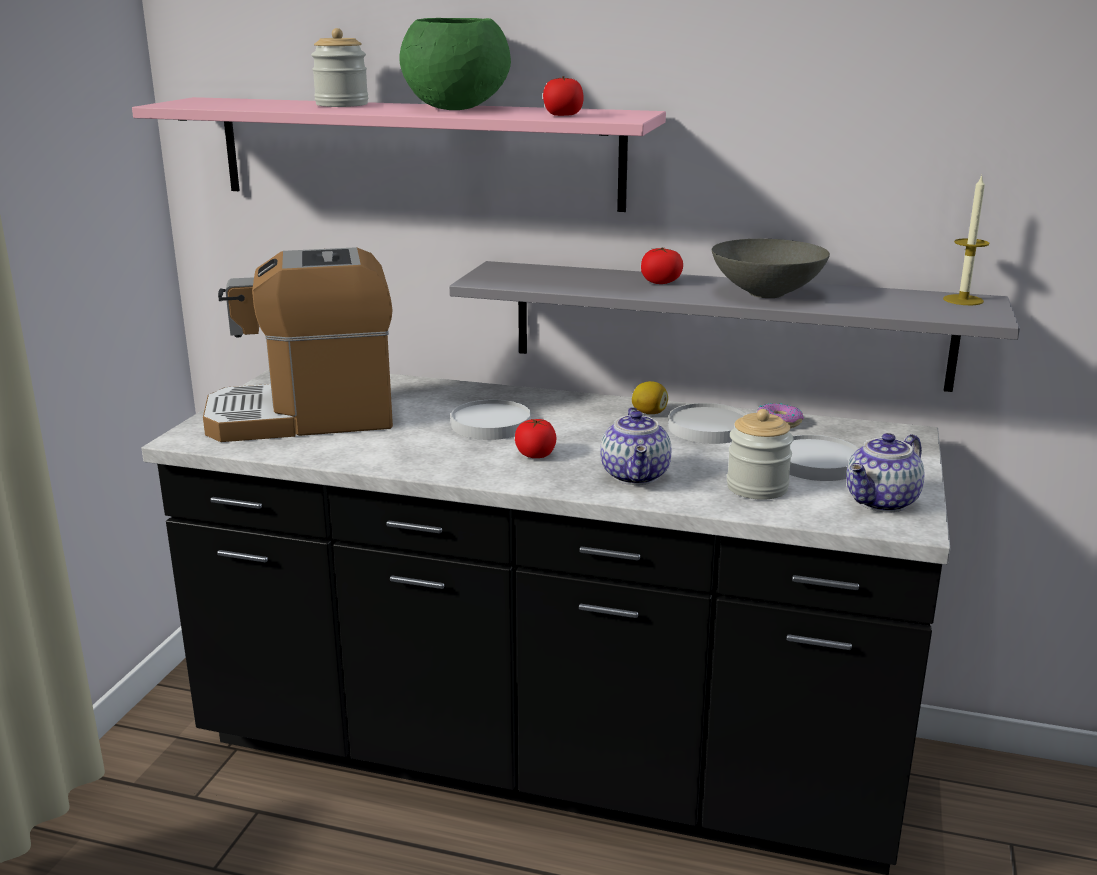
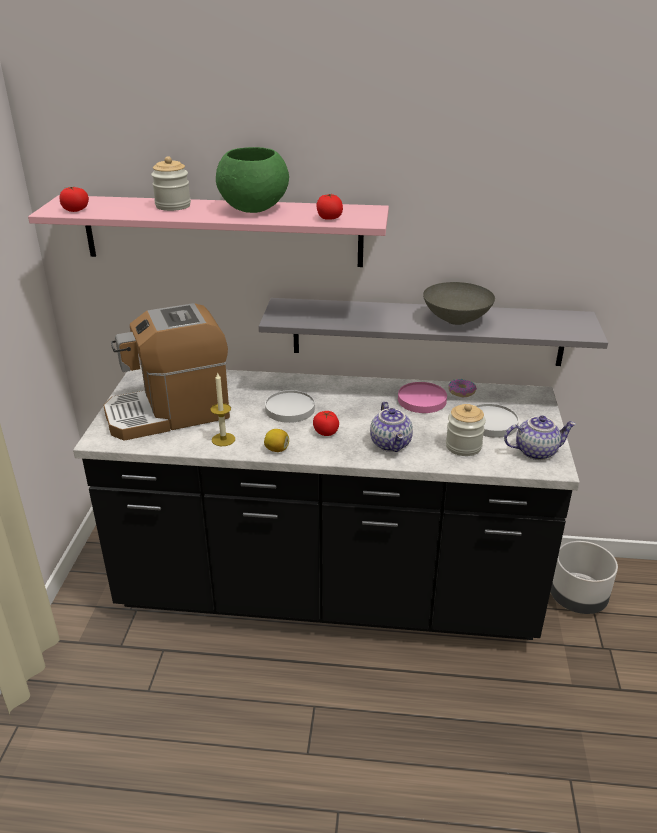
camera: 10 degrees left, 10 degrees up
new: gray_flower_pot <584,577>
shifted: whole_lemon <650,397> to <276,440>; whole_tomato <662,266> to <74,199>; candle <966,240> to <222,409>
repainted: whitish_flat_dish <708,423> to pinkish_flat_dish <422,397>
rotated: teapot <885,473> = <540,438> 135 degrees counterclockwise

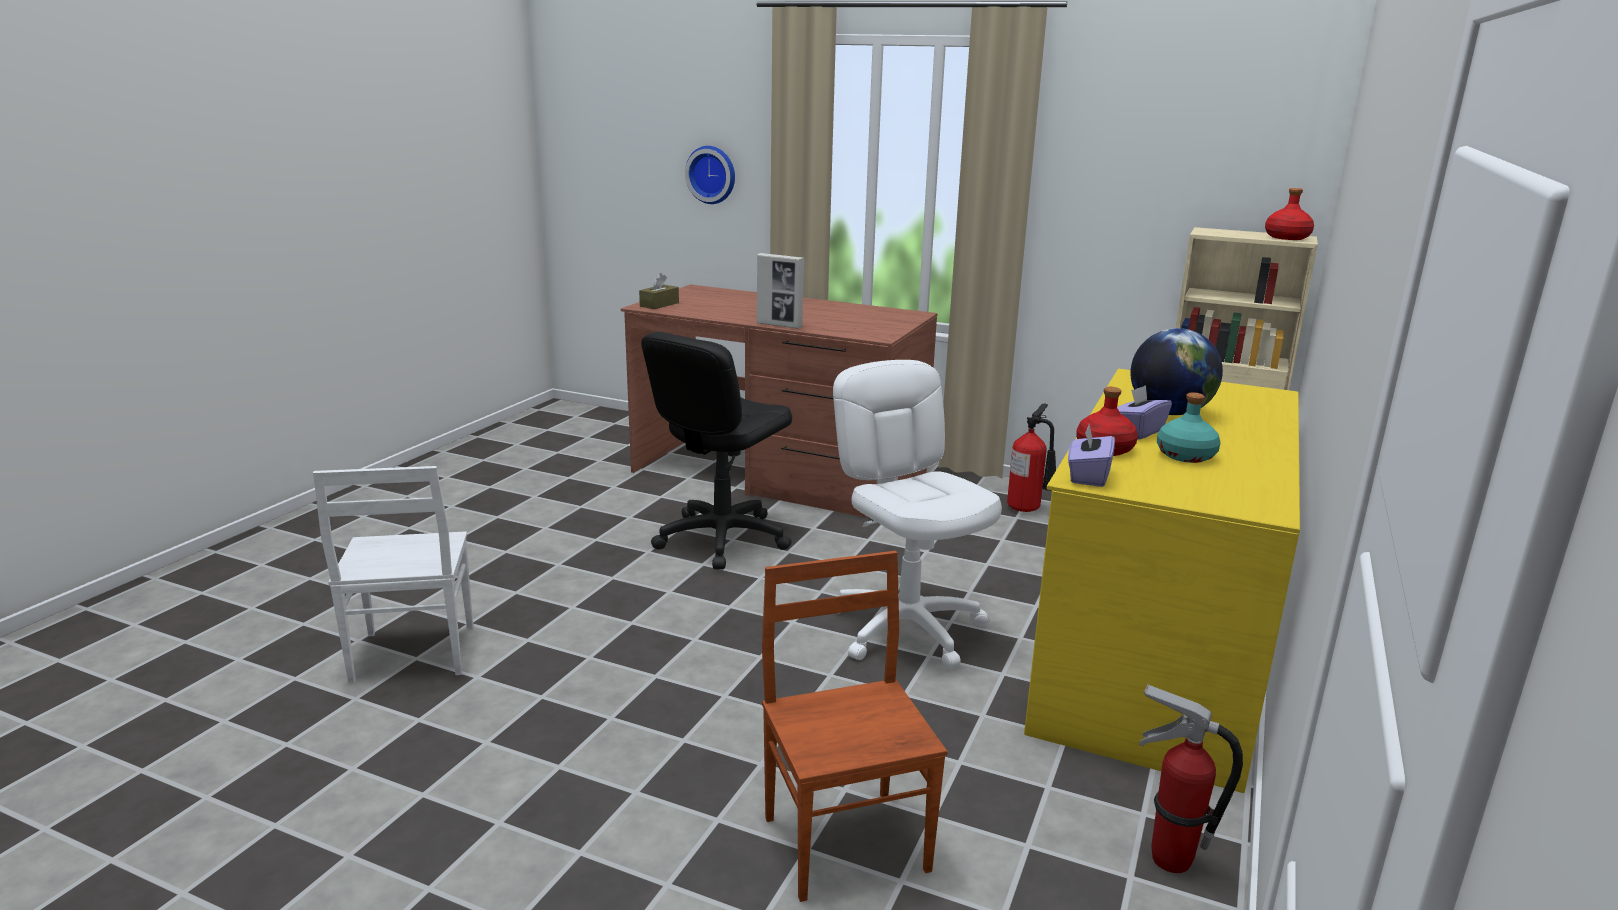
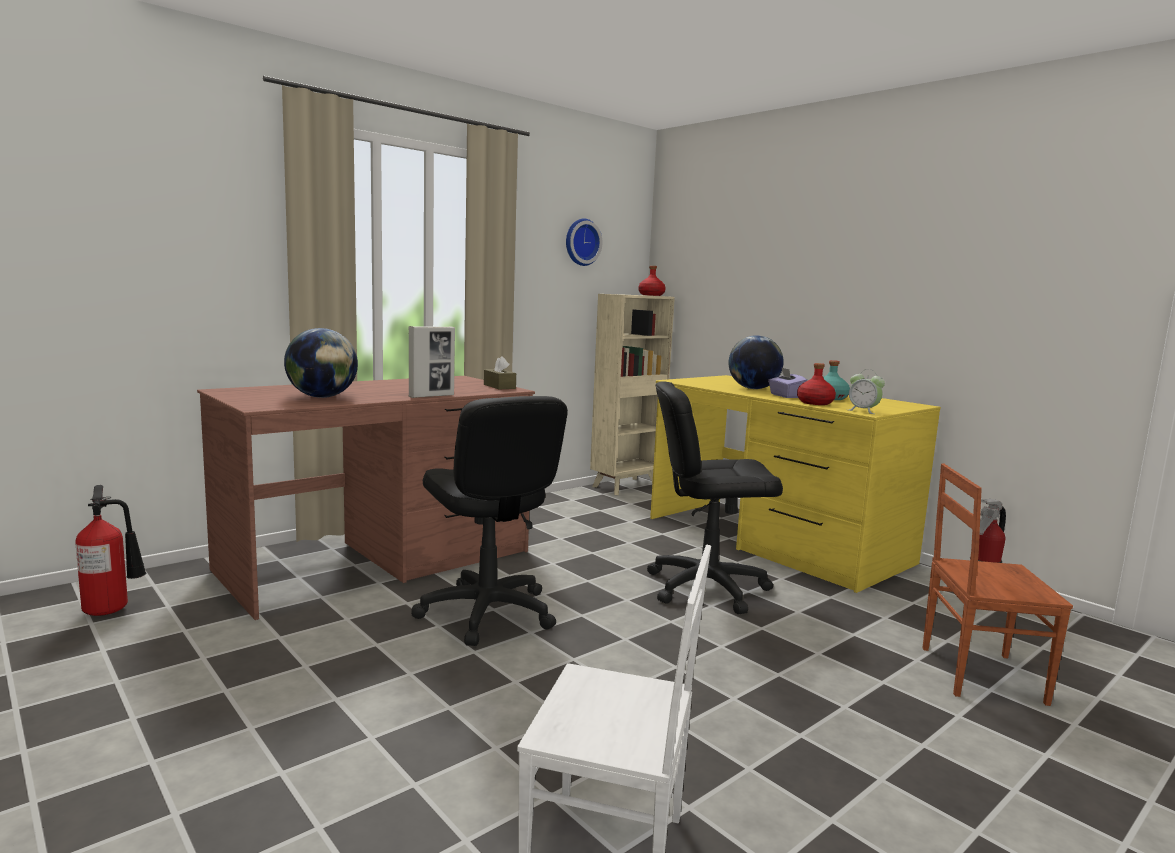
camera: 65 degrees left, 10 degrees down
new: globe <321,363>
shifted: brown-coloured_box_of_tissues <659,291> to <500,373>; clock_on_the_wall <710,175> to <584,242>; extinguisher <1031,458> to <110,550>
swapped: purplish_box_of_tissues <1091,455> to bedside_clock <867,391>
repainted: whitish_computer_chair <917,514> to black-coloured_computer_chair <715,497>

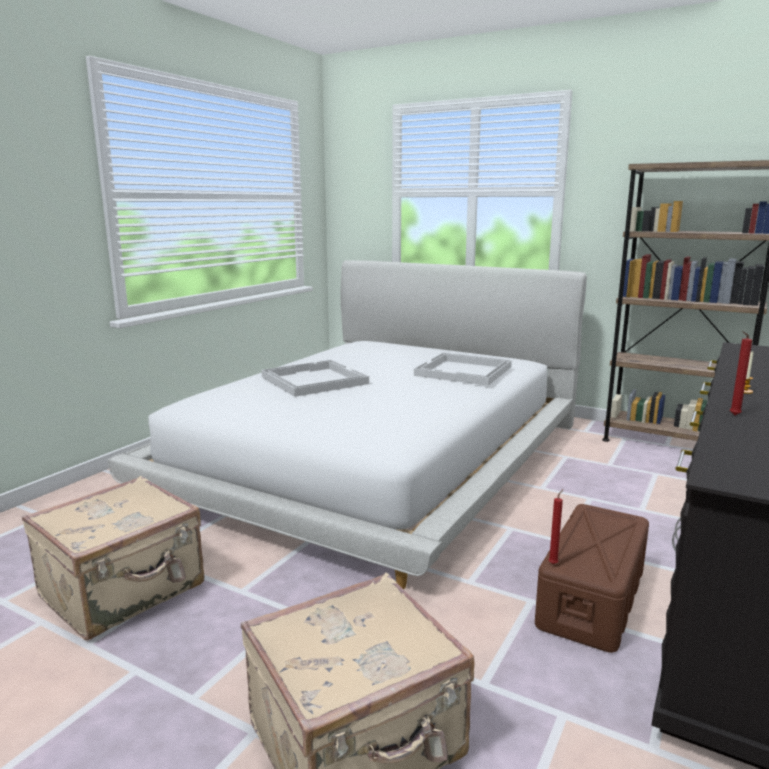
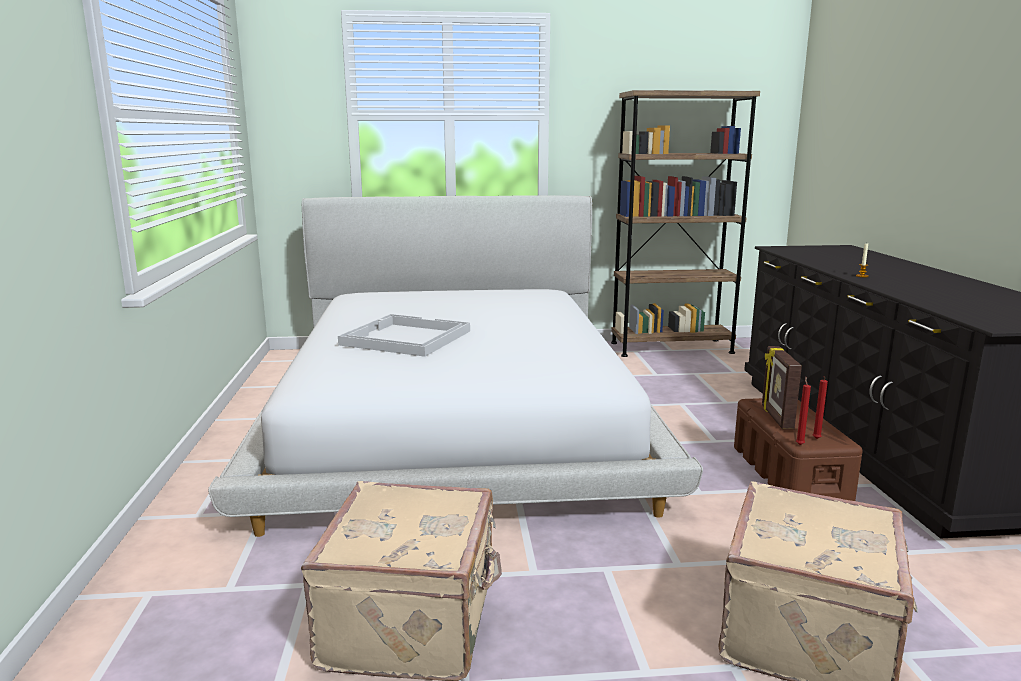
camera: 35 degrees left, 0 degrees up
gone: whitish_tray <463,369>
new: photo_frame <782,387>
shifted: red_candle <741,373> to <820,407>

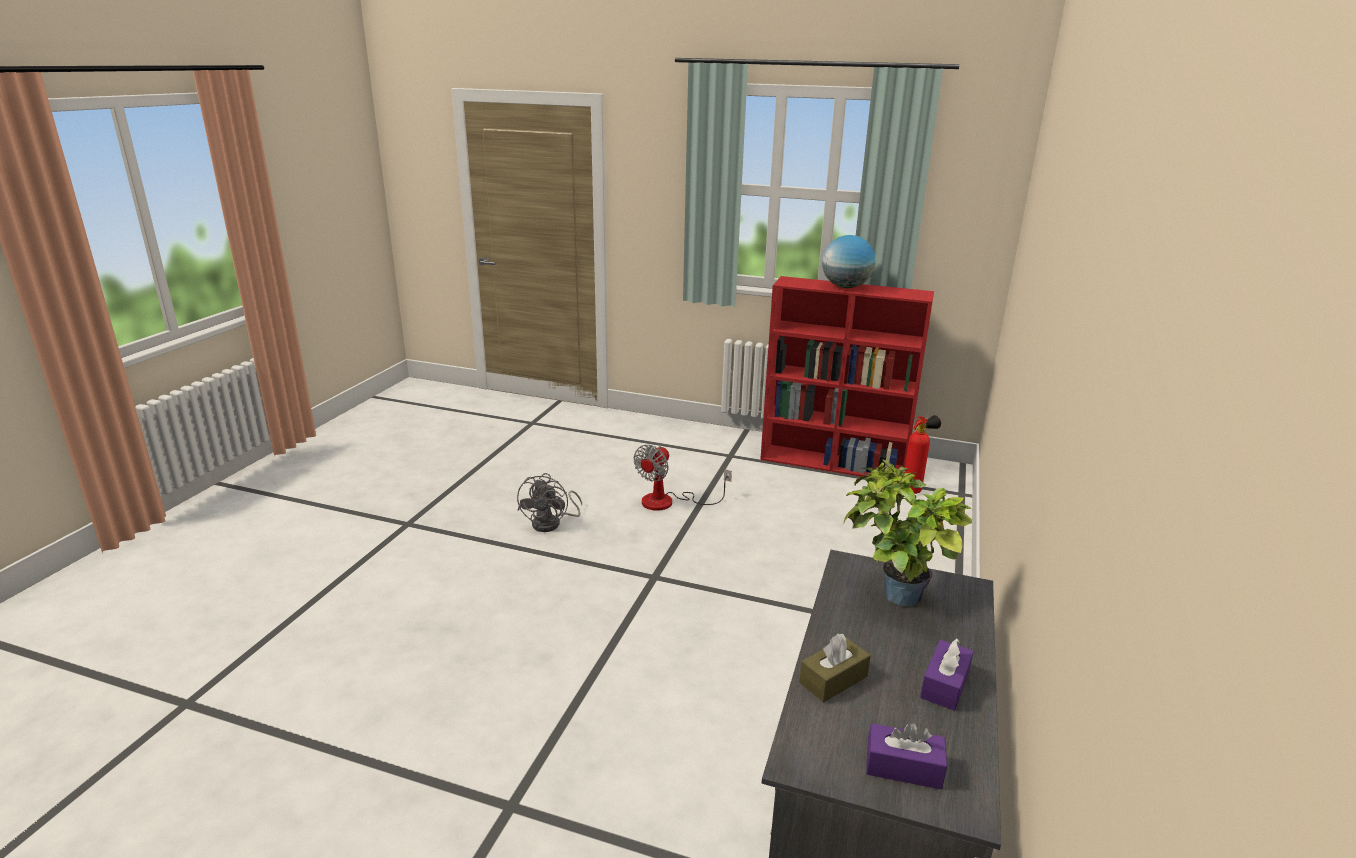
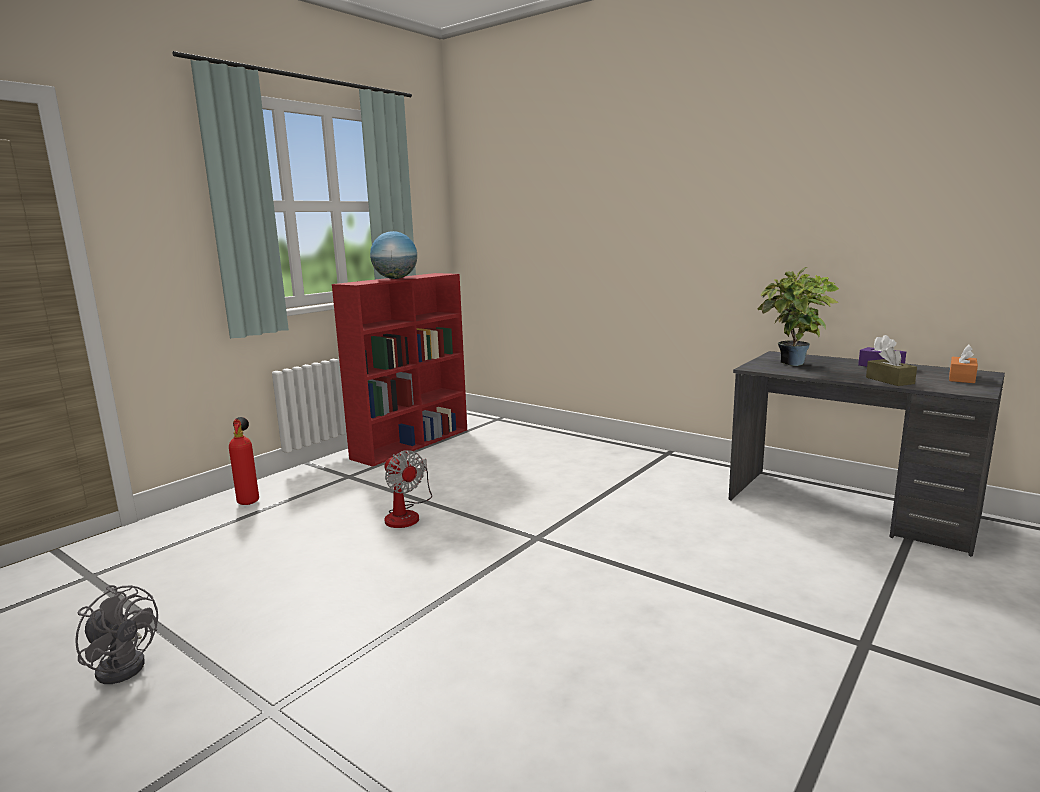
camera: 70 degrees left, 10 degrees down
shifted: gray_electric_fan <549,502> to <116,634>; extinguisher <922,454> to <244,461>
repainted: purplish_box_of_tissues <906,756> to orange-coloured_box_of_tissues <963,364>

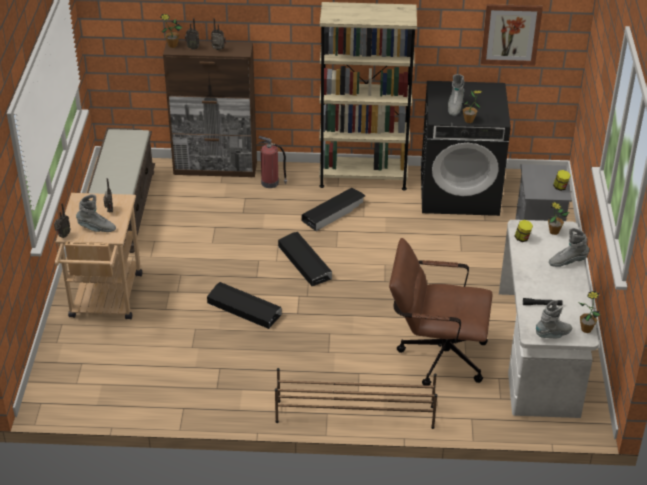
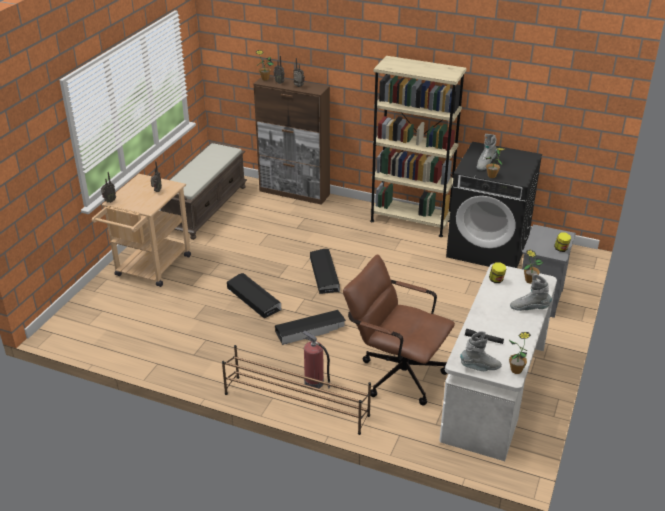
camera: 20 degrees right, 5 degrees down
gone: gray_tall_boot <96,213>; picture <512,35>
shifted: extinguisher <272,162> to <316,359>; black-coloured_storage_container <333,209> to <310,327>

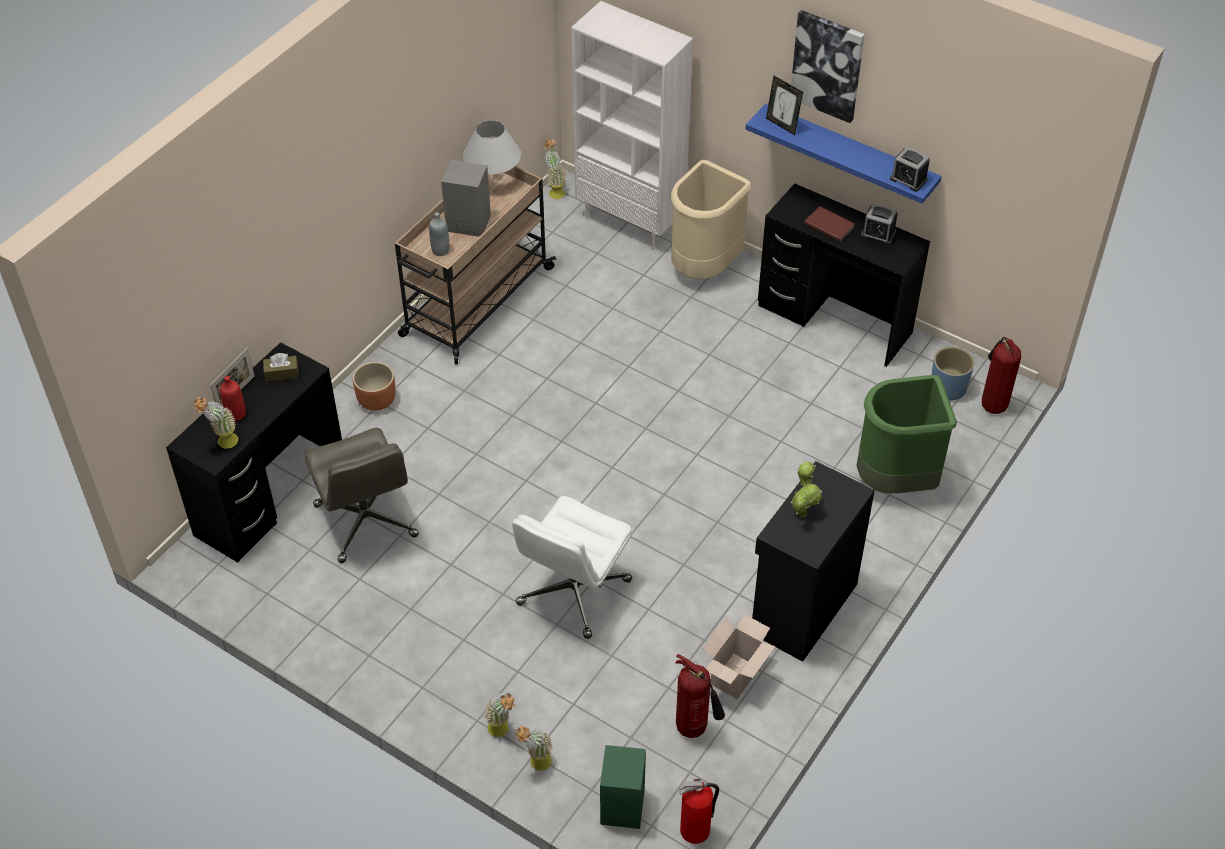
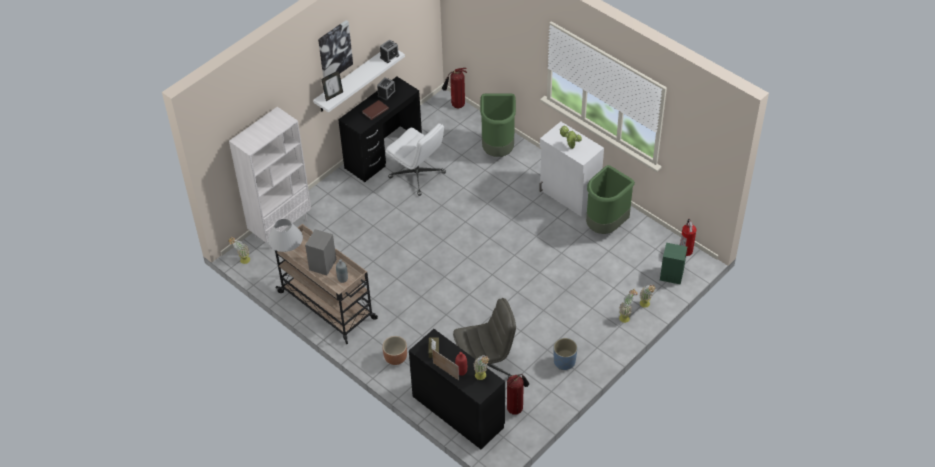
camera: 80 degrees left, 0 degrees up
gone: sand-coloured_rubbish_bin <711,219>
shifted: whitish_computer_chair <572,567> to <416,159>; extinguisher <700,696> to <518,394>; blue_flower_pot <953,373> to <565,354>
swapped: packing_box <739,656> to greenish_rubbish_bin <610,199>
repainted: blue_wall_shelf <844,154> to whitish_wall_shelf <359,81>; black-coloured_cupboard <813,561> to whitish_cupboard <571,169>

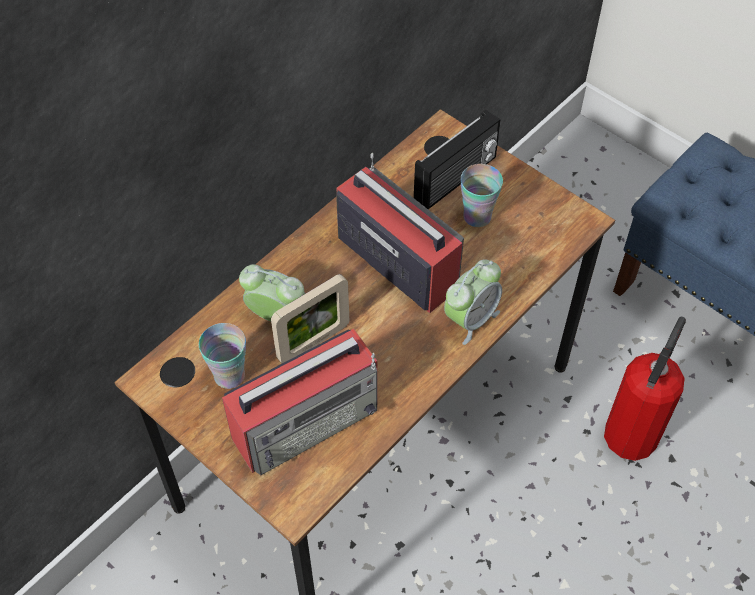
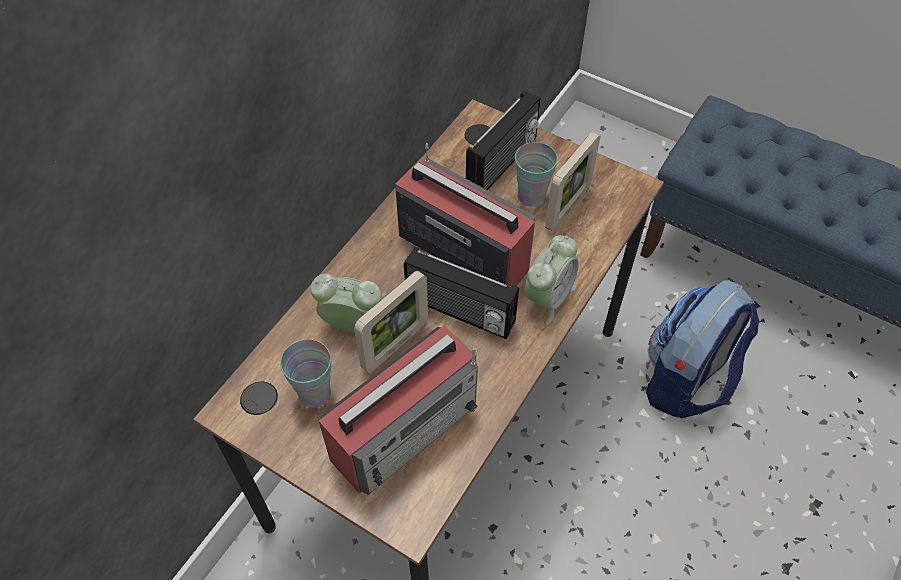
camera: 10 degrees left, 0 degrees up
new: radio_receiver <461,292>; photo_frame <572,182>
swapped: extinguisher <645,388> to backpack <703,349>

